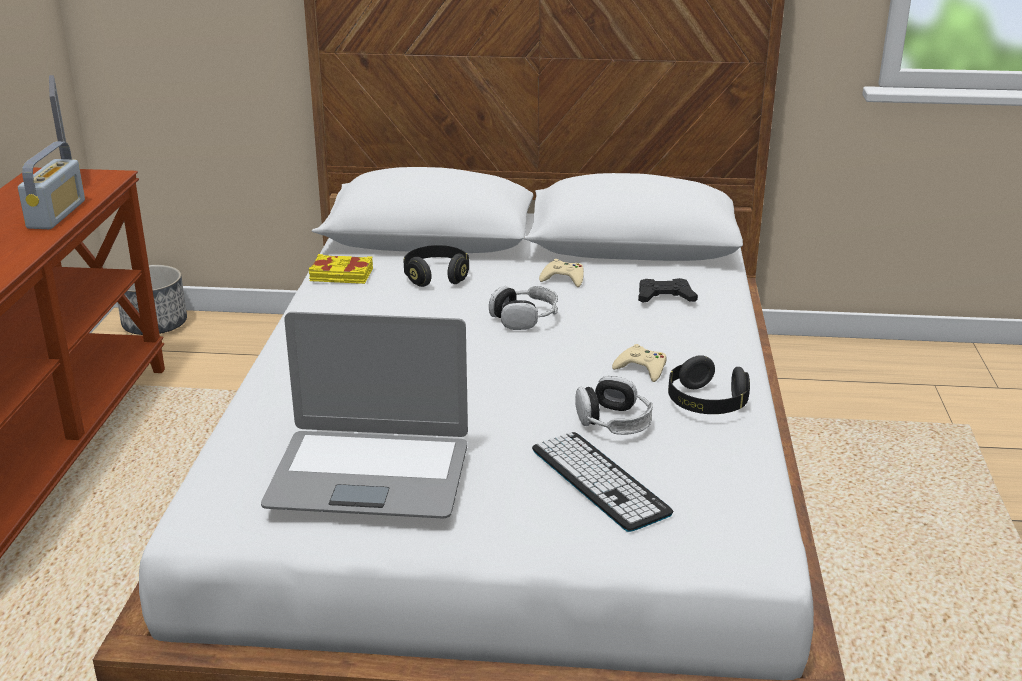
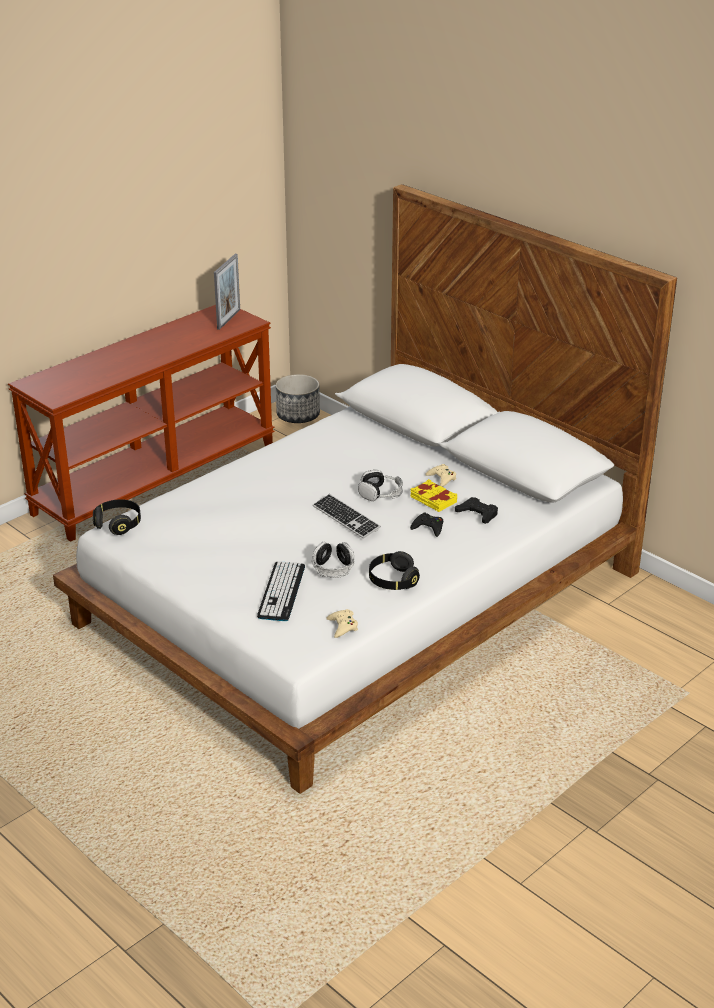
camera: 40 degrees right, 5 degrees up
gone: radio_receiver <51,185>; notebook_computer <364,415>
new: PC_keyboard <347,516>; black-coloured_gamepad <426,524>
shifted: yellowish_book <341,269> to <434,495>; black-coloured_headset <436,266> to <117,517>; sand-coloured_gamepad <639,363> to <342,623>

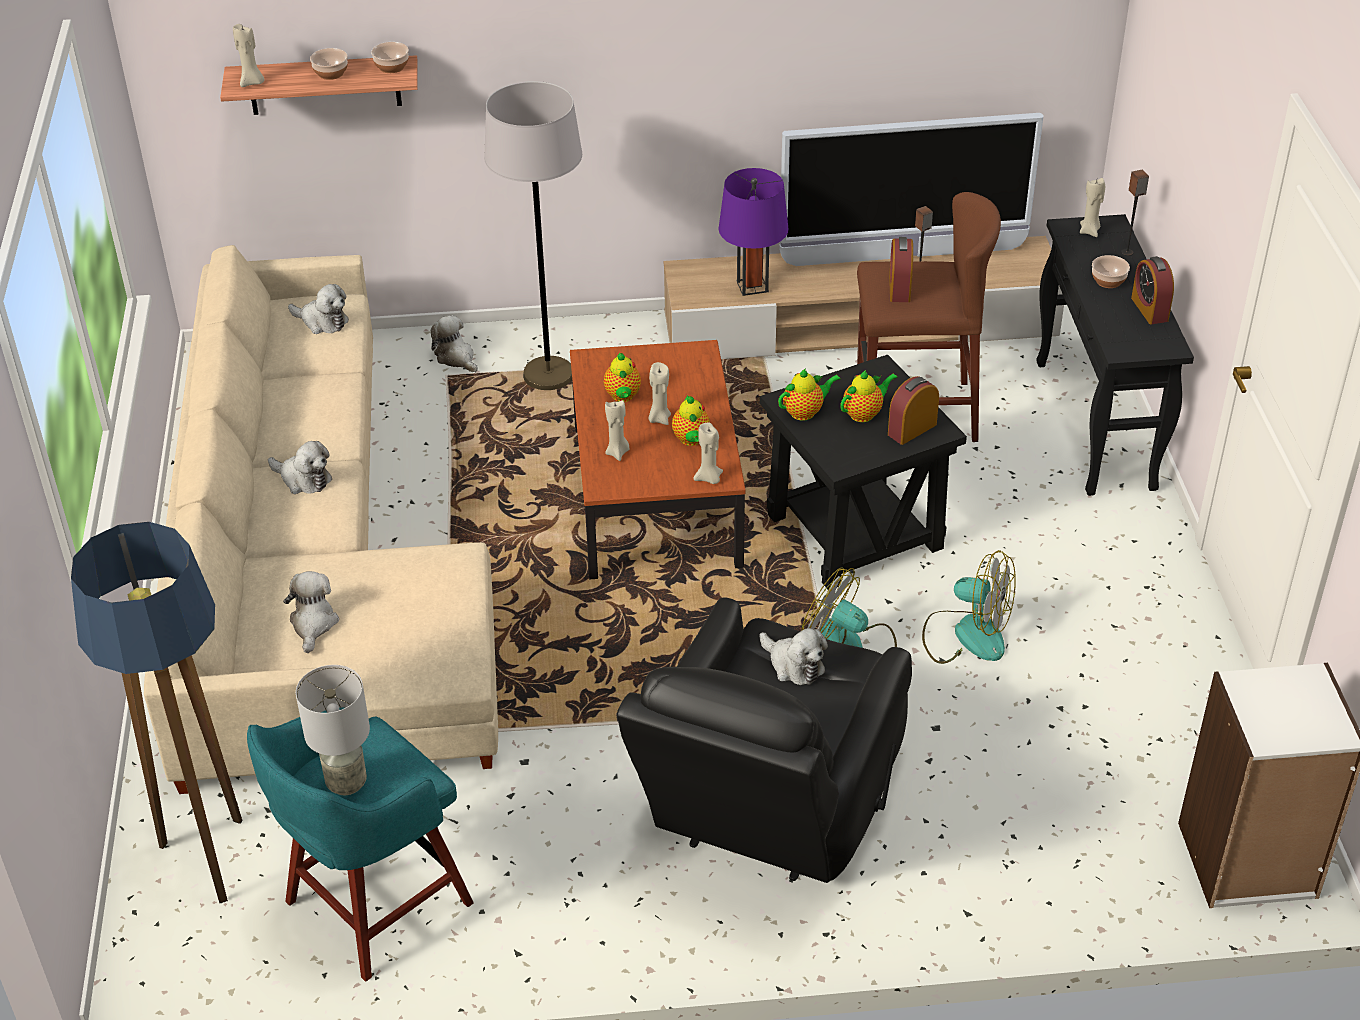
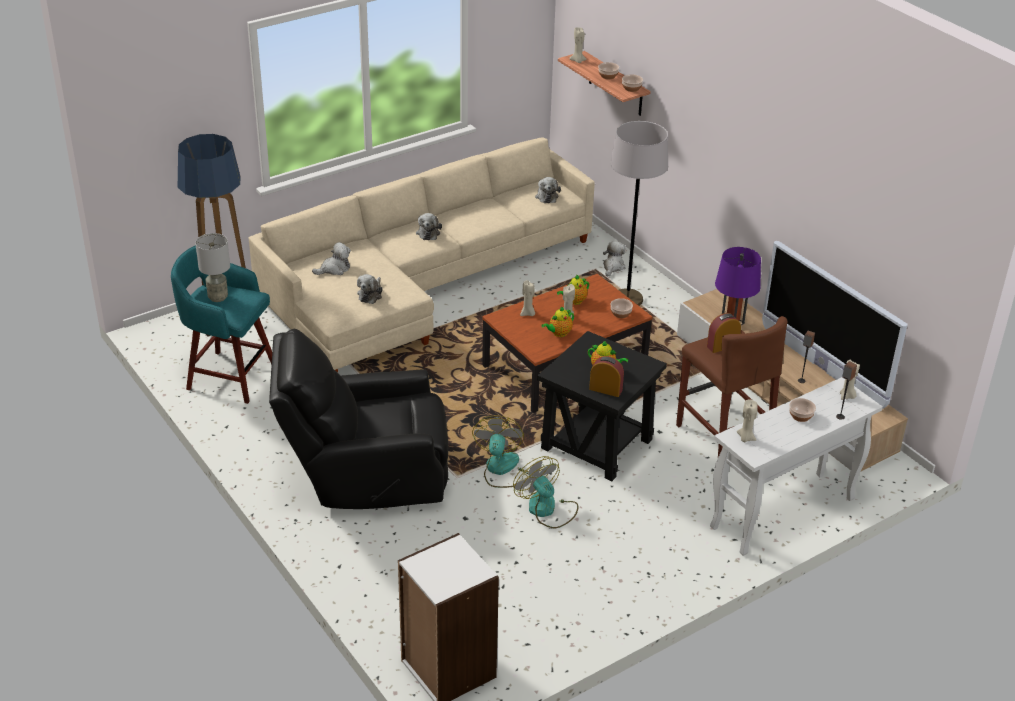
camera: 60 degrees right, 5 degrees down
gone: teapot <809,394>; bedside_clock <1152,290>
new: serving_bowl <621,308>
shifted: sand-coloured_candle <708,453> to <747,420>; cuddly_toy <793,656> to <370,289>
repainted: black-coloured_console_table <1115,355> to whitish_console_table <796,466>
rotated: electric_fan <969,607> = <545,492> 150 degrees clockwise

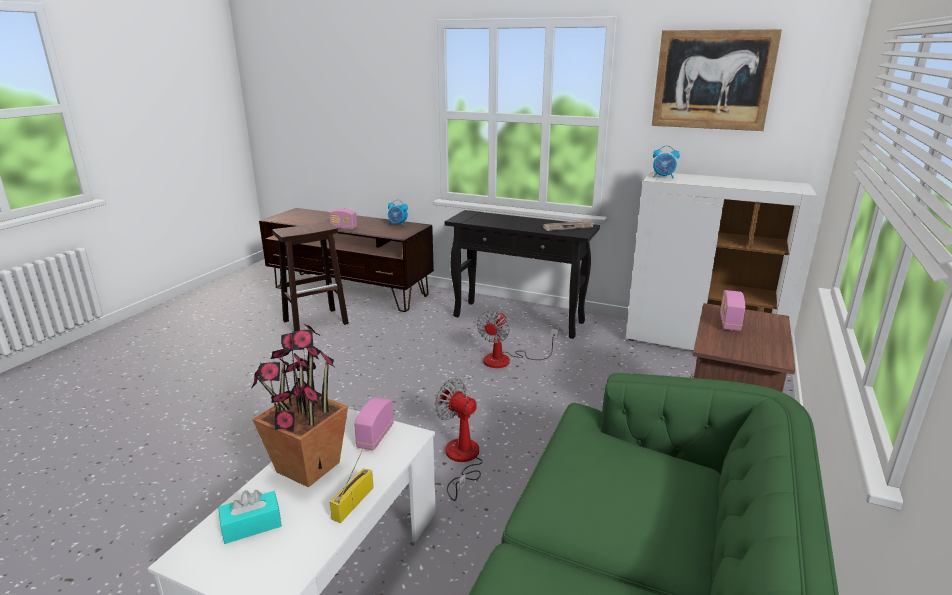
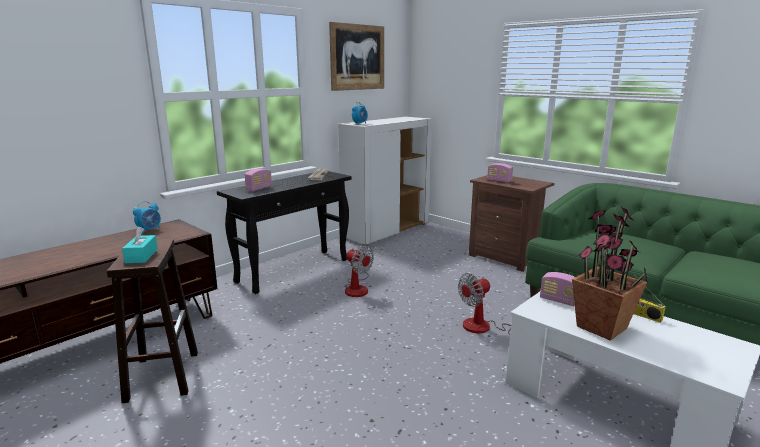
camera: 70 degrees left, 5 degrees down
shifted: turquoise_box_of_tissues <250,517> to <140,245>; radio_receiver <343,219> to <258,179>

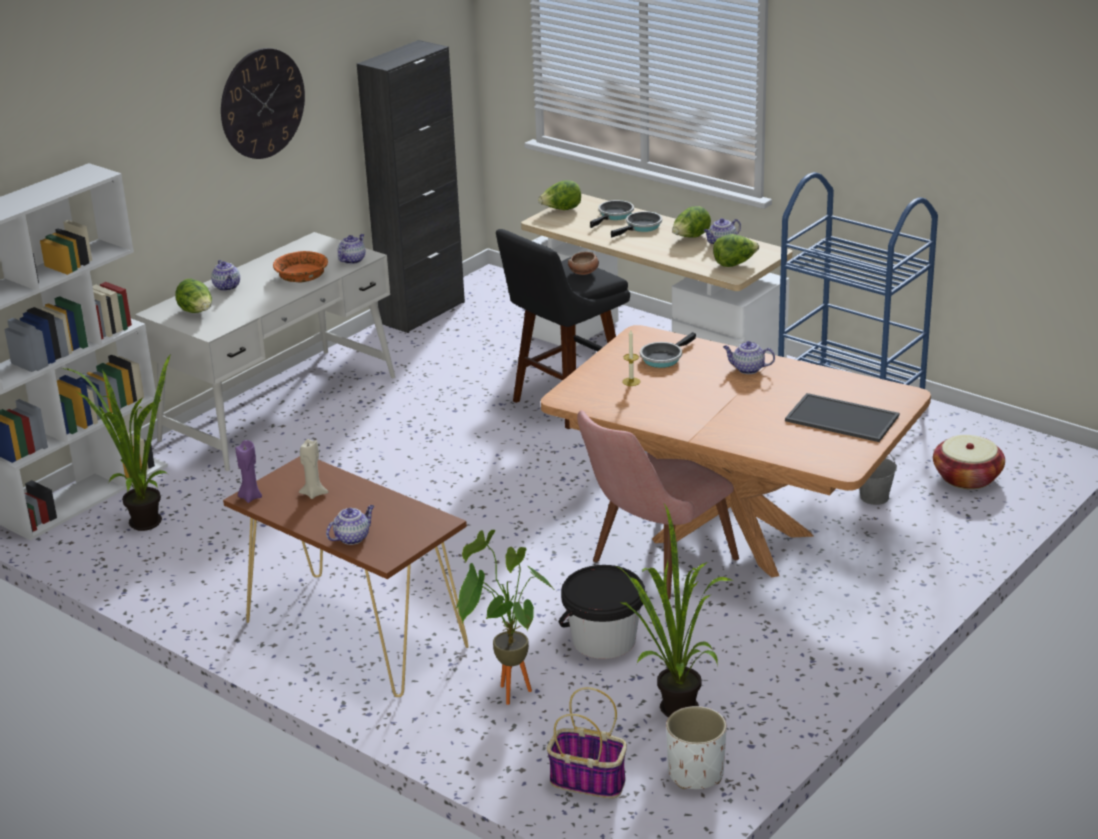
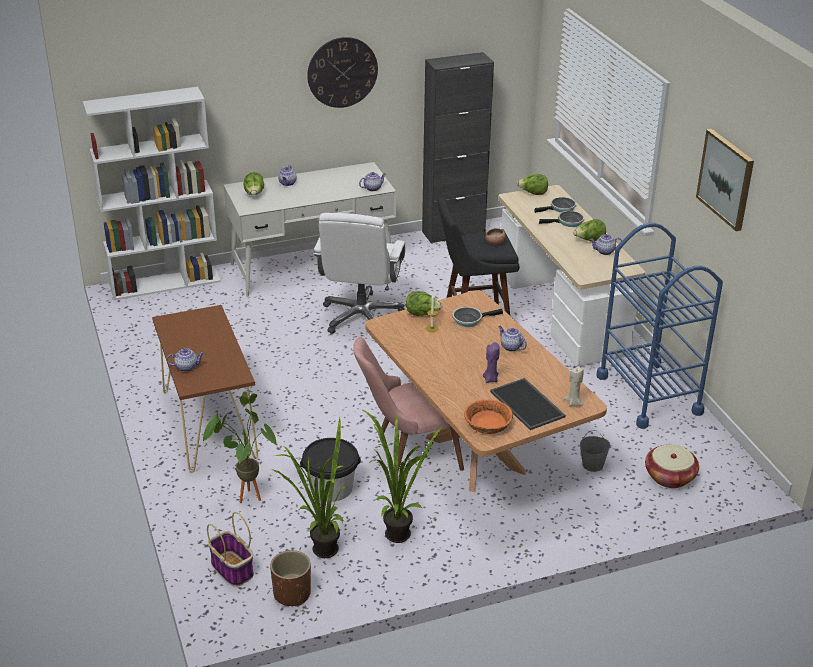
camera: 30 degrees right, 5 degrees up
new: whitish_computer_chair <359,273>; picture <725,180>
shifted: houseplant <116,442> to <401,476>; purplish_candle <249,471> to <491,362>; orange-coloured_serving_bowl <300,266> to <488,416>; sand-coloured_candle <313,469> to <574,386>; head_of_lettuce <736,250> to <424,303>
repainted: whitish_flower_pot <696,747> to brown-coloured_flower_pot <290,578>

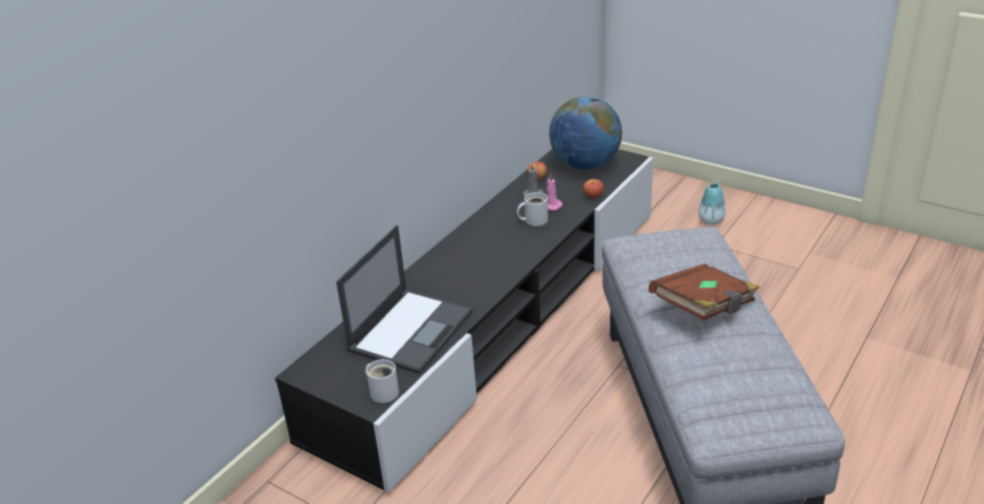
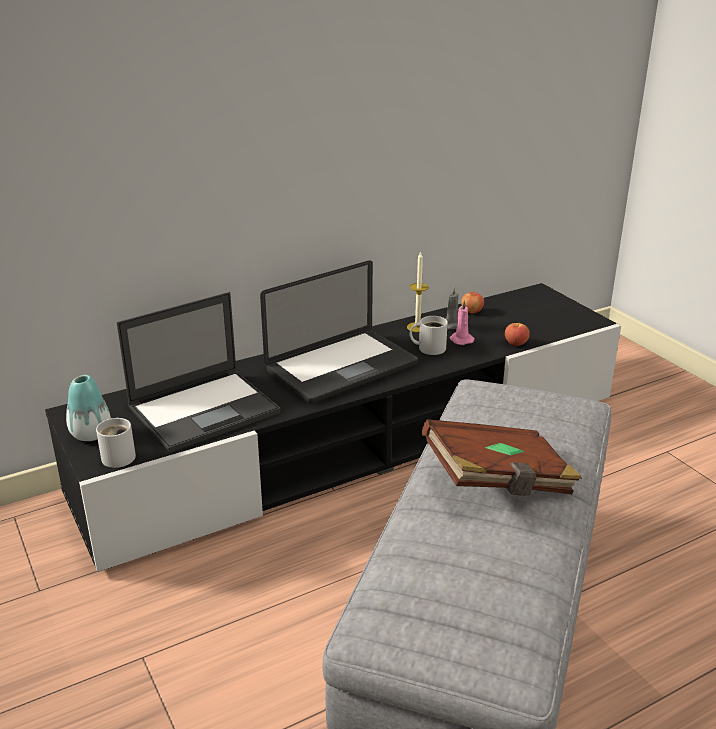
camera: 25 degrees right, 5 degrees down
gone: globe <585,133>
new: notebook_computer <339,332>; candle <418,291>
shifted: vase <712,204> to <88,408>

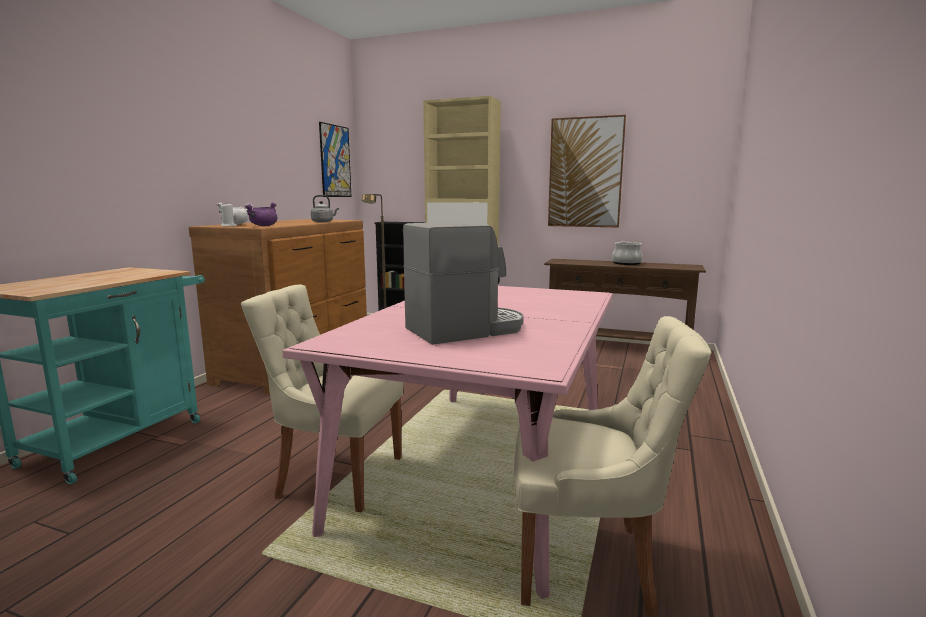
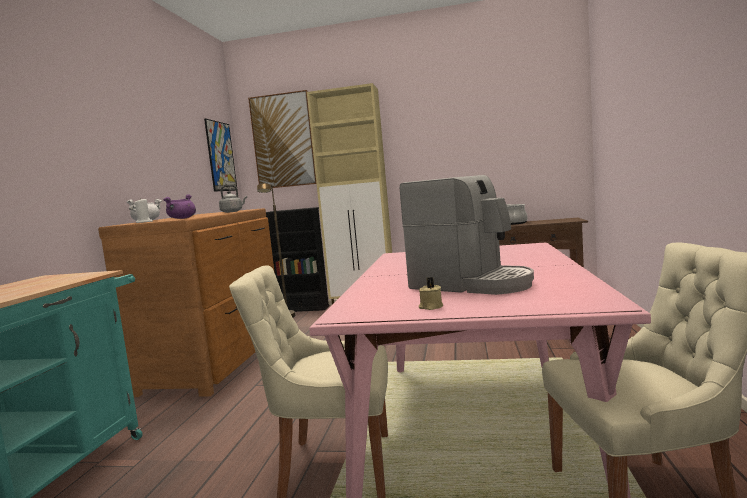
camera: 10 degrees left, 5 degrees down
new: sand-coloured_candle <431,293>
shifted: picture <587,171> to <282,139>
rotated: coffee_machine <463,283> = <467,235> 75 degrees clockwise

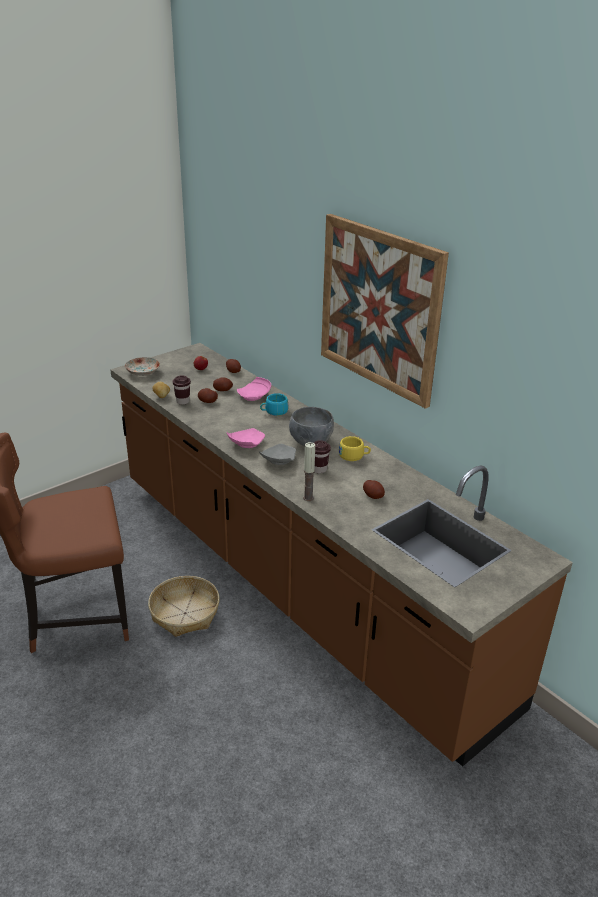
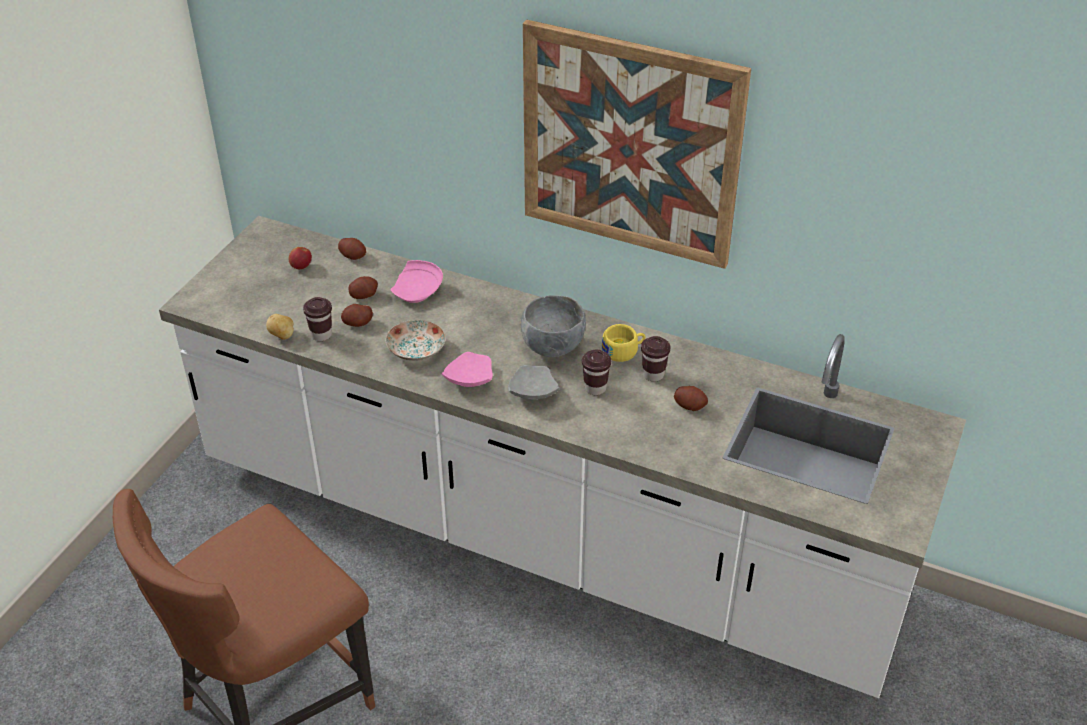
camera: 25 degrees left, 10 degrees up
gone: storage_basket <184,606>; turquoise_drinking_cup <274,404>; candle <309,471>
new: brown-coloured_drinking_cup <655,358>
shifted: flat_dish <142,366> to <416,340>
repainted: brown-coloured_kitchen_base_unit <341,555> to whitish_kitchen_base_unit <562,457>

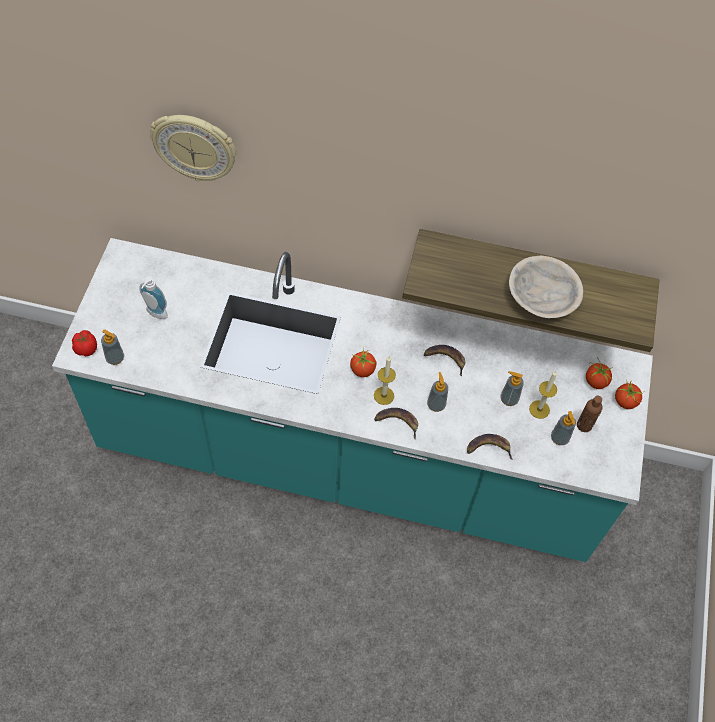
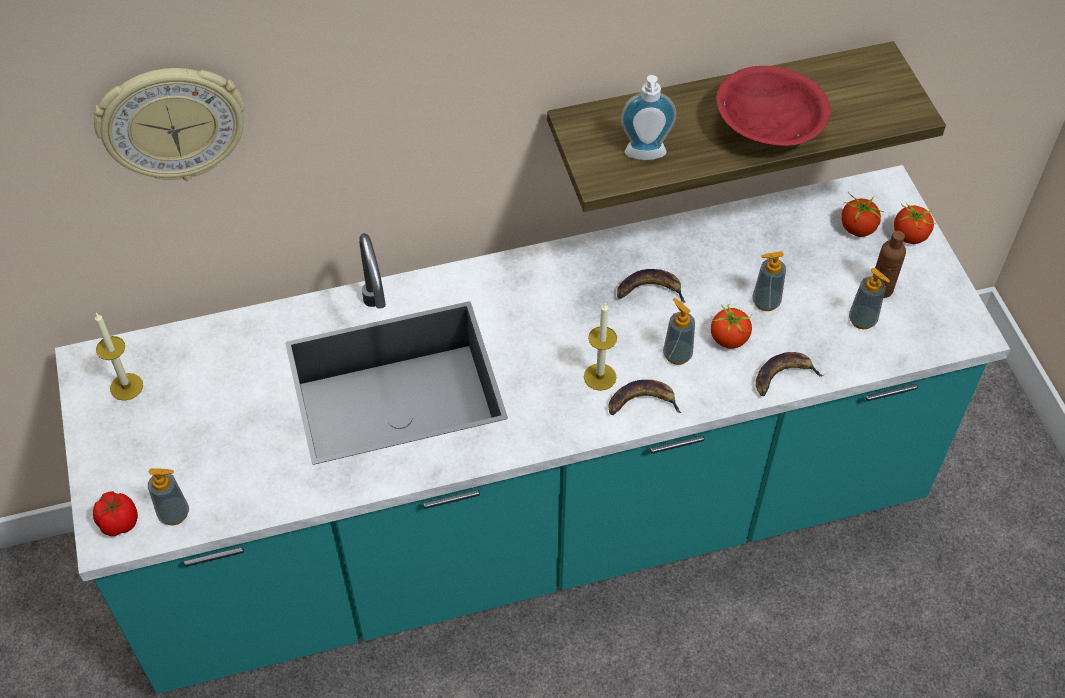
camera: 25 degrees left, 5 degrees down
shifted: soap_dispenser <153,297> to <649,117>; whole_tomato <363,362> to <732,326>; candle <543,395> to <119,357>
repainted: sand-coloured_serving_bowl <546,287> to red_serving_bowl <773,106>

